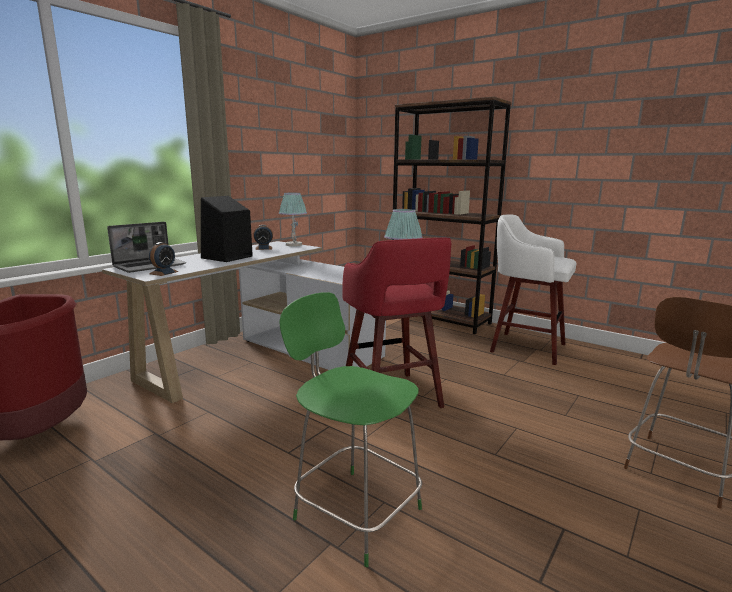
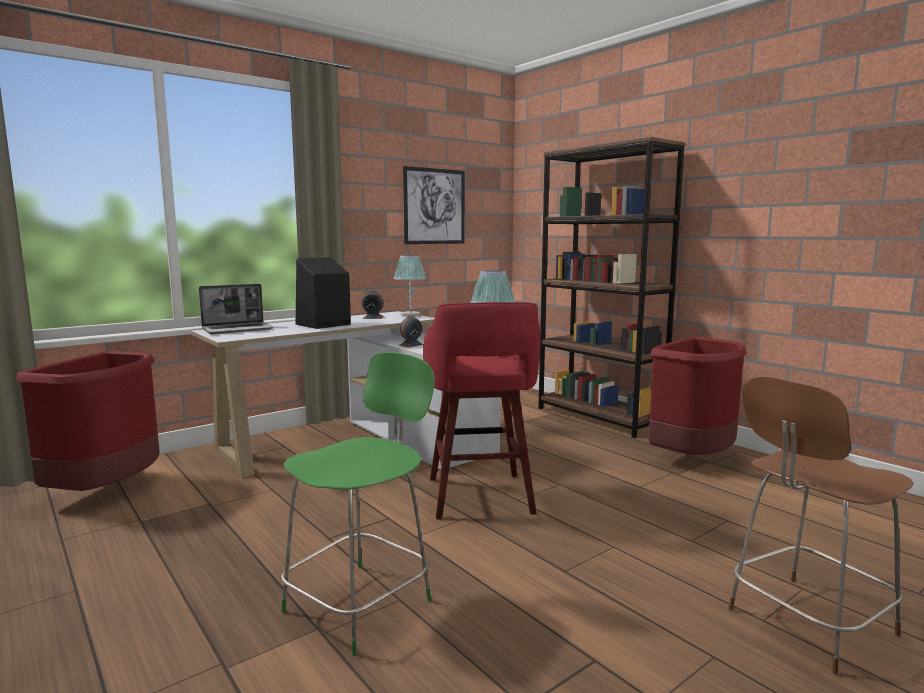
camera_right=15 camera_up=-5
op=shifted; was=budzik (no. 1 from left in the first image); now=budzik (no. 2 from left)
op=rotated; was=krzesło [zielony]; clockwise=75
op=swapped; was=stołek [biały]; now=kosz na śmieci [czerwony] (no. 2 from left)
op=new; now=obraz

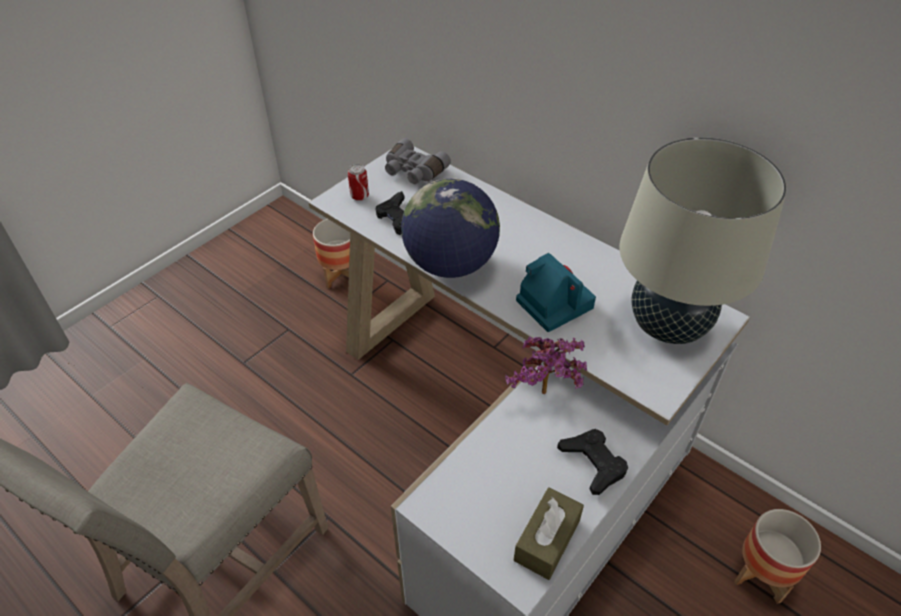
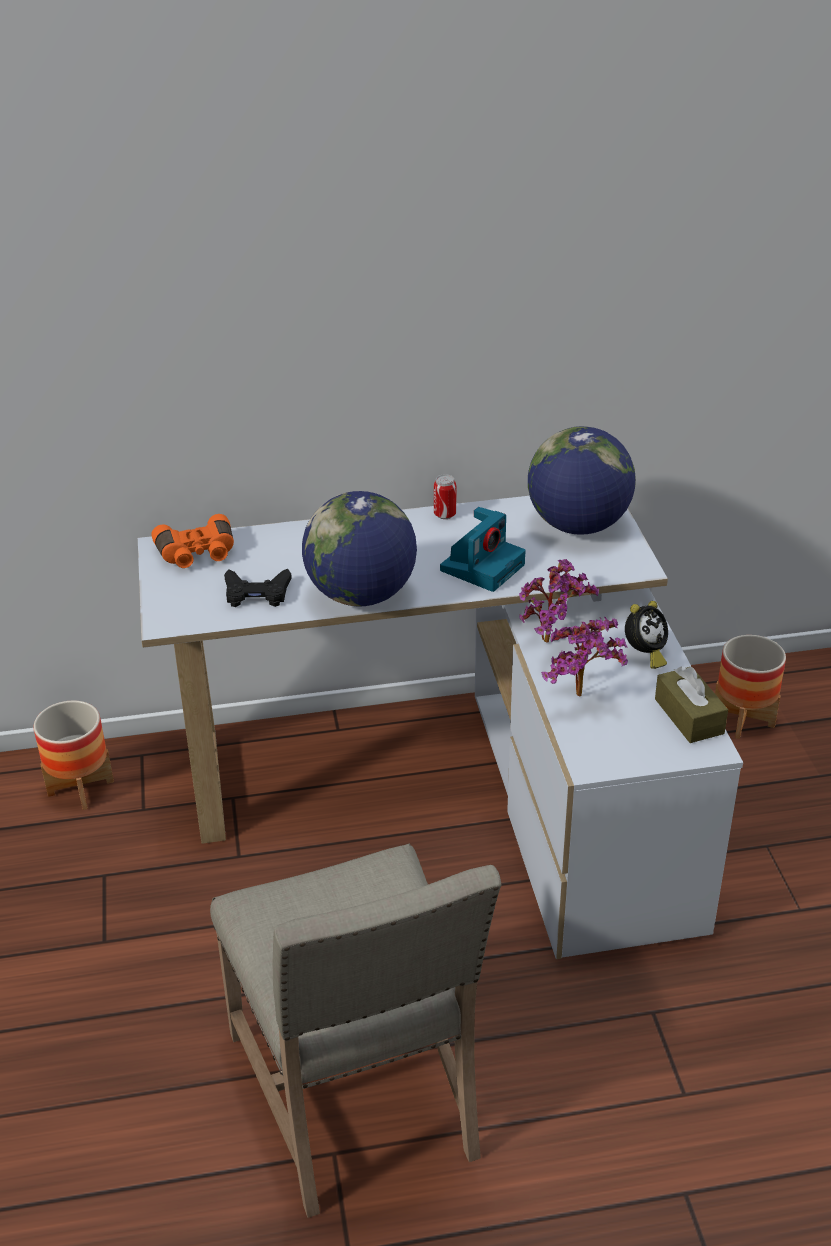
camera_right=-50 camera_up=-10
op=shifted; was=puszka
op=repainted; was=lornetka [szary]; now=lornetka [pomarańczowy]
op=rotated; was=aparat fotograficzny; clockwise=120
op=swapped; was=pad do gier [czarny] (no. 2 from left); now=budzik
op=swapped; was=lampa stołowa [beżowy]; now=globus (no. 2 from left)
op=new; now=roślina doniczkowa (no. 2 from left)

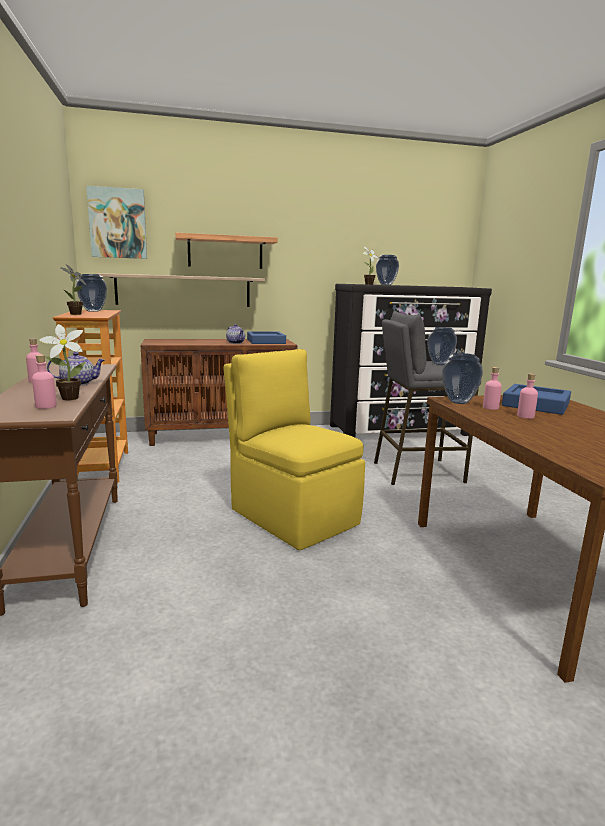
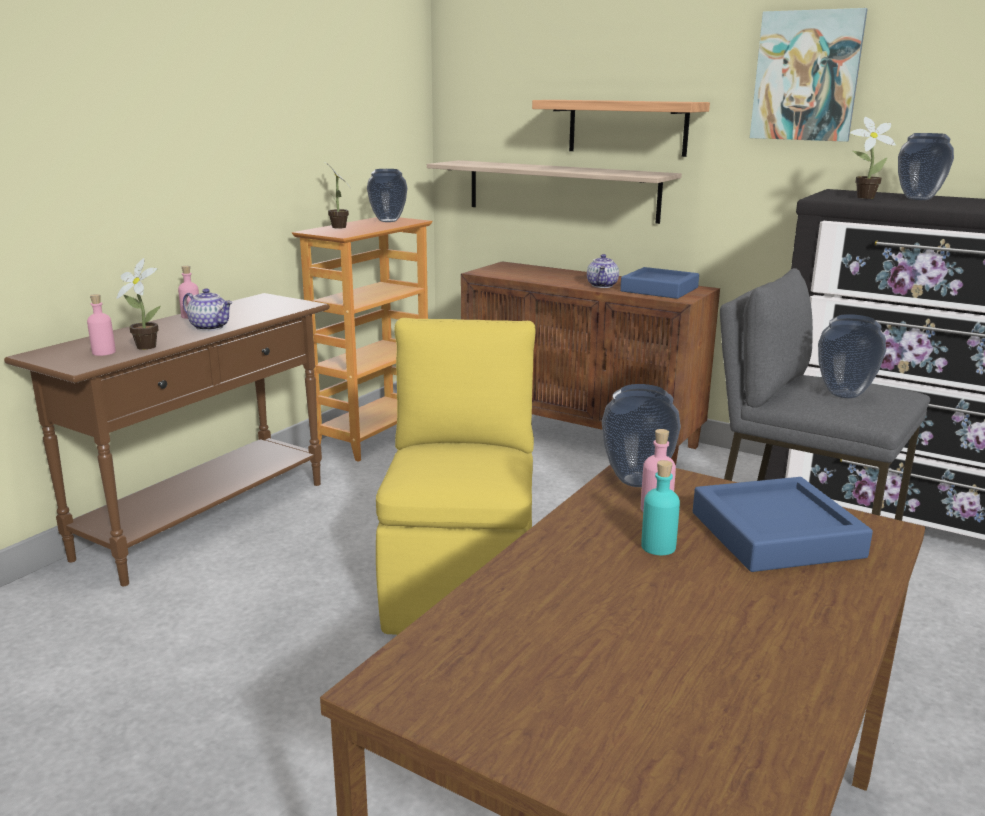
camera_right=45 camera_up=5
op=shifted; was=obraz
op=repainted; was=butelka [różowy] (no. 4 from left); now=butelka [turkusowy]

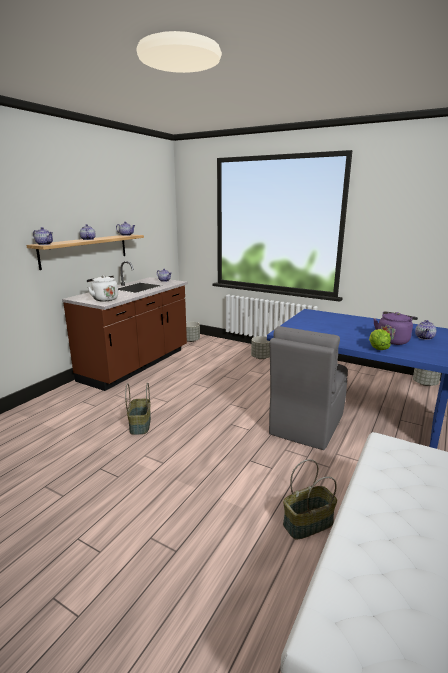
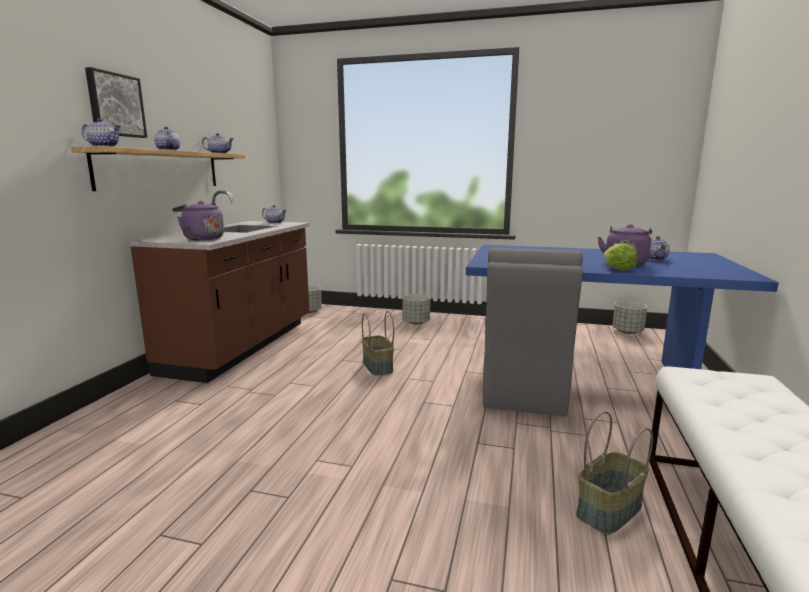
camera_right=-15 camera_up=-5
op=repainted; was=czajnik [biały]; now=czajnik [fioletowy] (no. 1 from left)
op=shifted; was=koszyk (no. 1 from left)
op=new; now=obraz

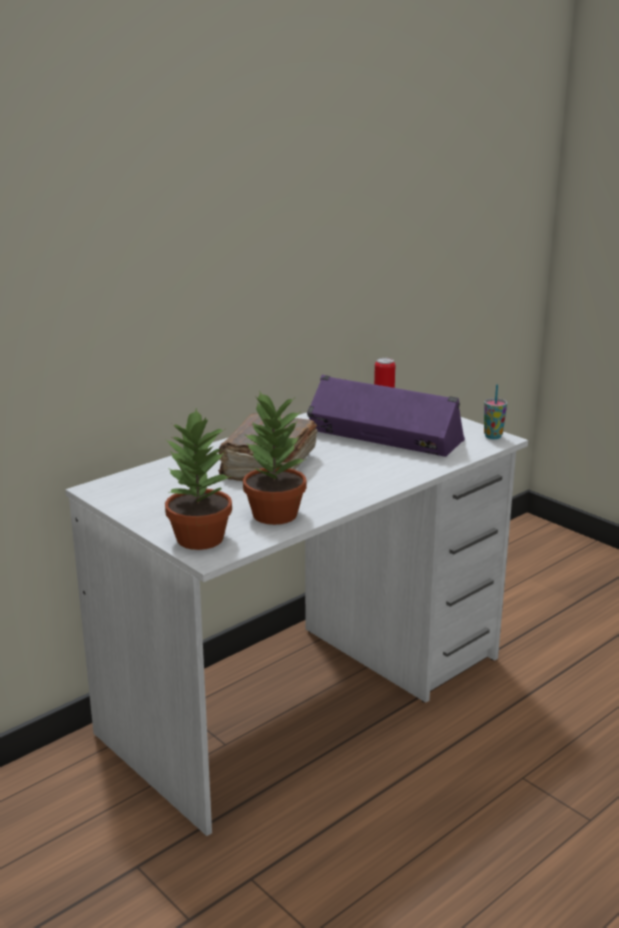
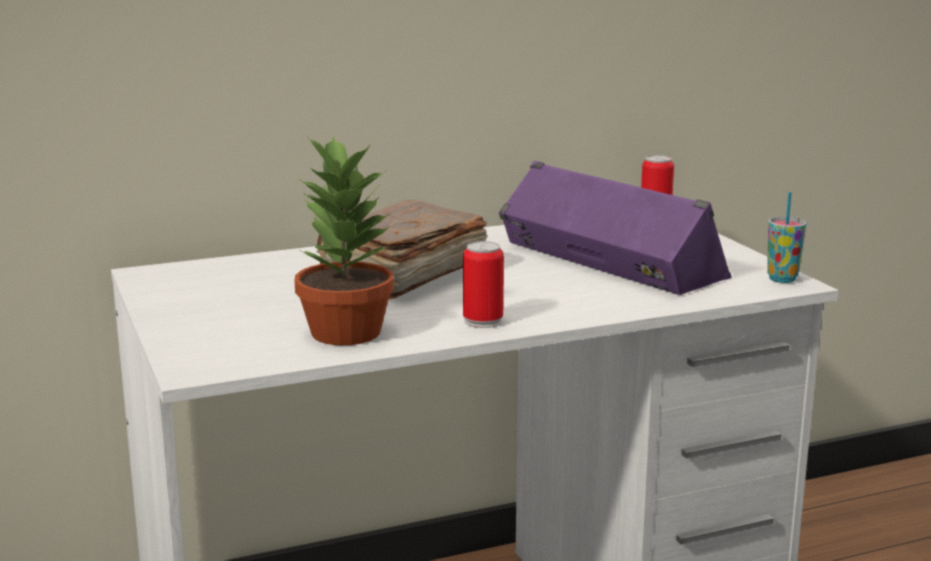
camera_right=20 camera_up=-5
op=gone; was=roślina doniczkowa (no. 1 from left)
op=new; now=puszka (no. 1 from left)

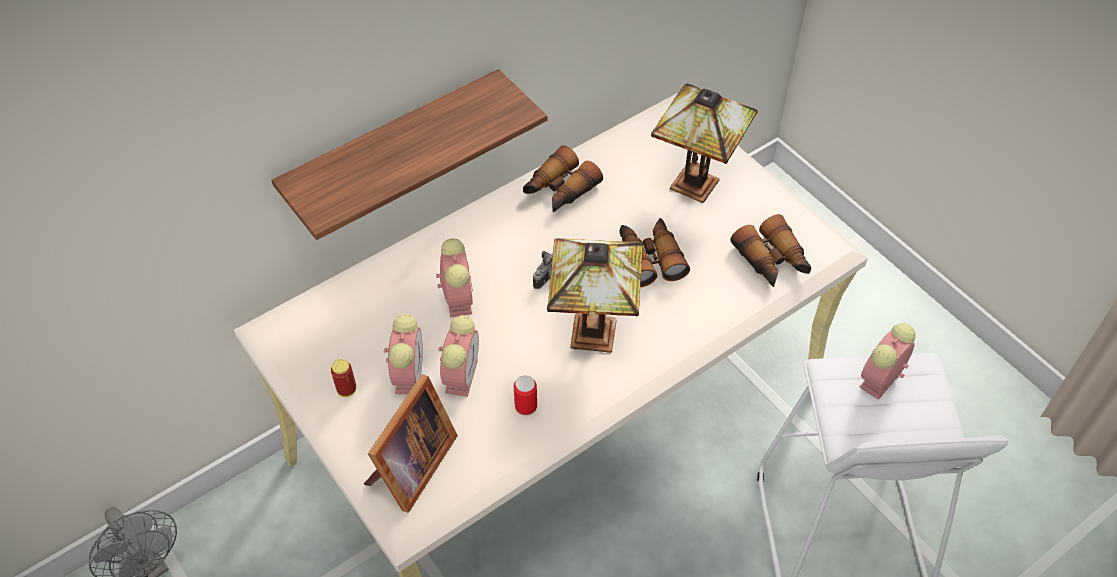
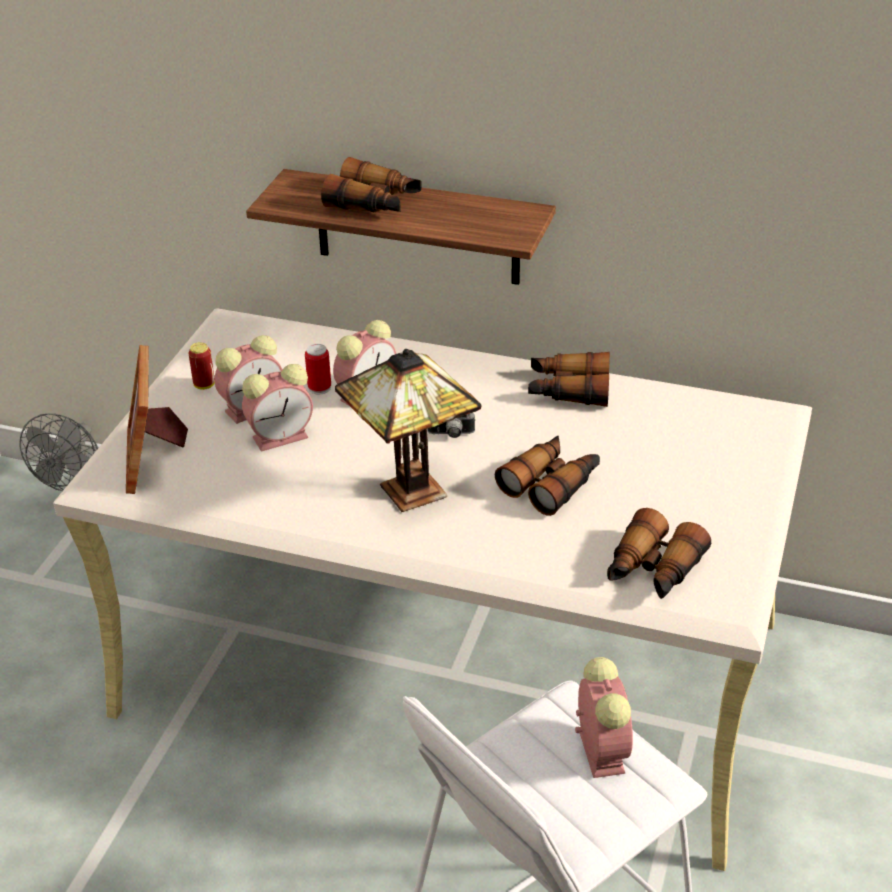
camera_right=55 camera_up=-15
op=rotated; was=ramka na zdjęcie; clockwise=90
op=shifted; was=puszka (no. 2 from left)
op=gone; was=lampa stołowa (no. 2 from left)
op=rotated; was=budzik (no. 4 from left); clockwise=75
op=new; now=lornetka (no. 1 from left)

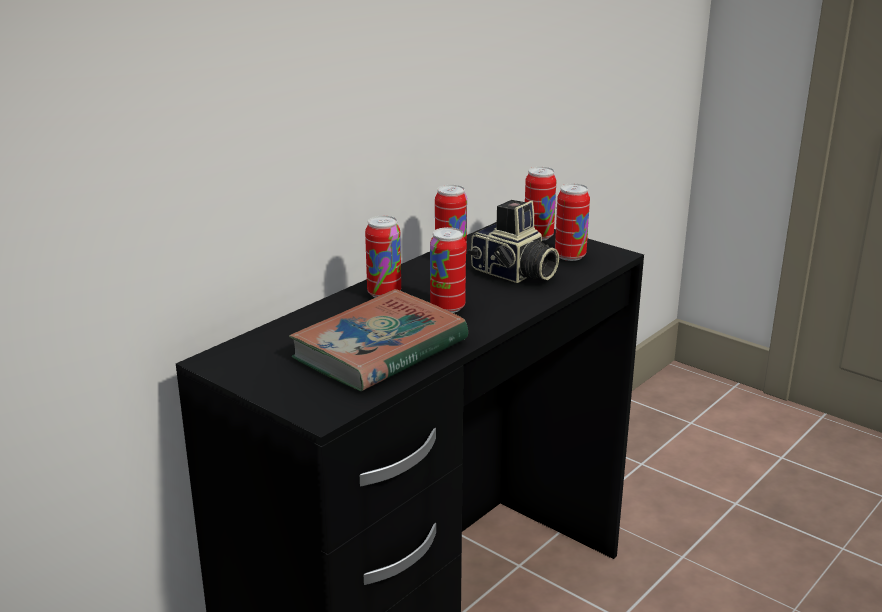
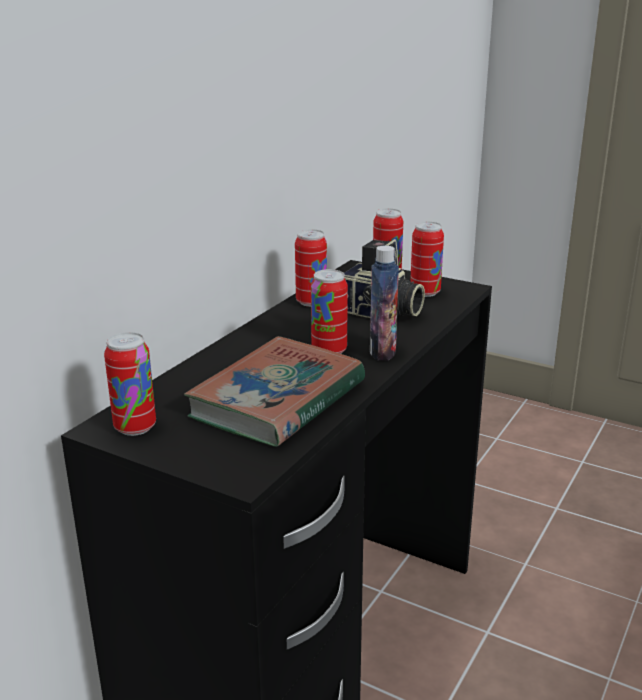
camera_right=-10 camera_up=0
op=shifted; was=puszka (no. 1 from left)
op=new; now=butelka

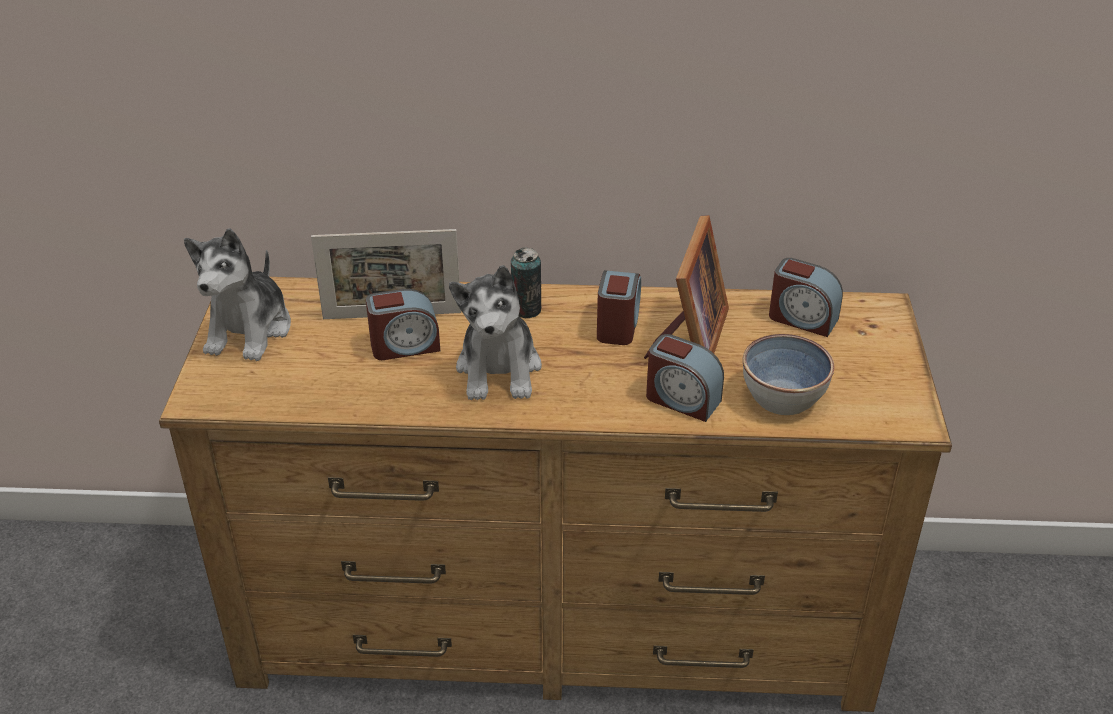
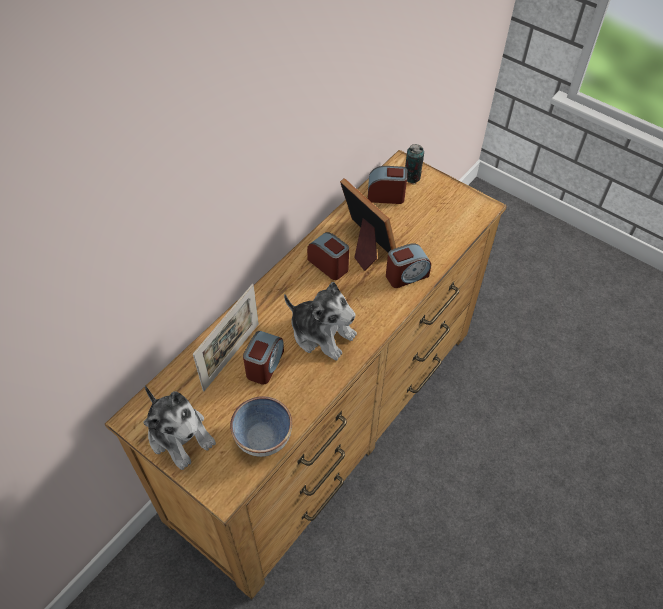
camera_right=-55 camera_up=15
op=shifted; was=puszka
op=shifted; was=miska
op=rotated; was=budzik (no. 4 from left in the first image); clockwise=-150

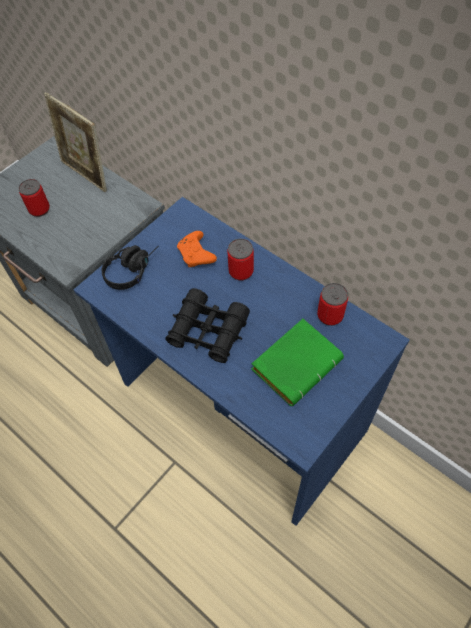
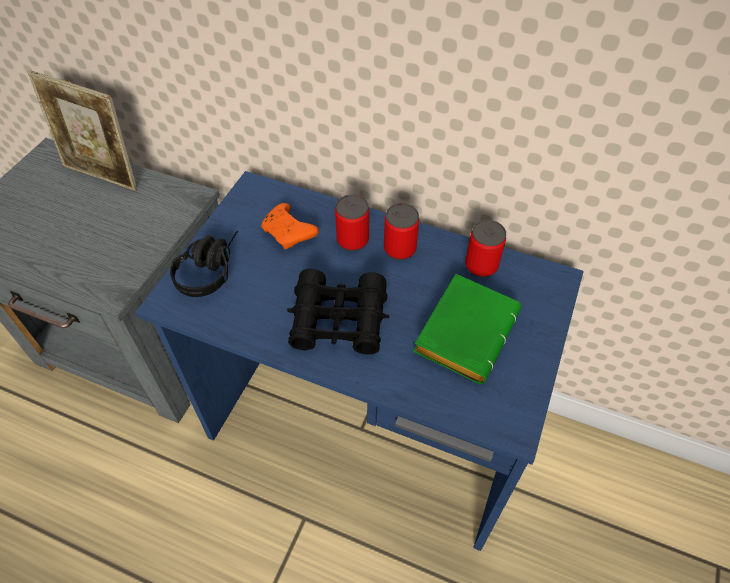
camera_right=-20 camera_up=-5
op=shifted; was=puszka (no. 1 from left in the first image); now=puszka (no. 2 from left)

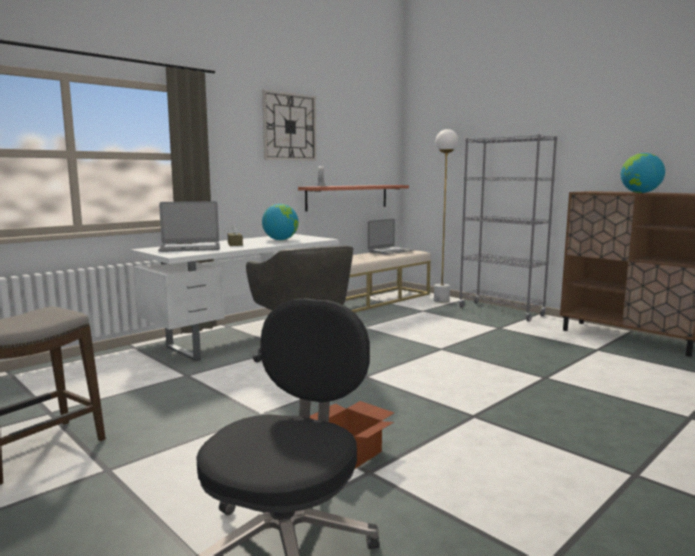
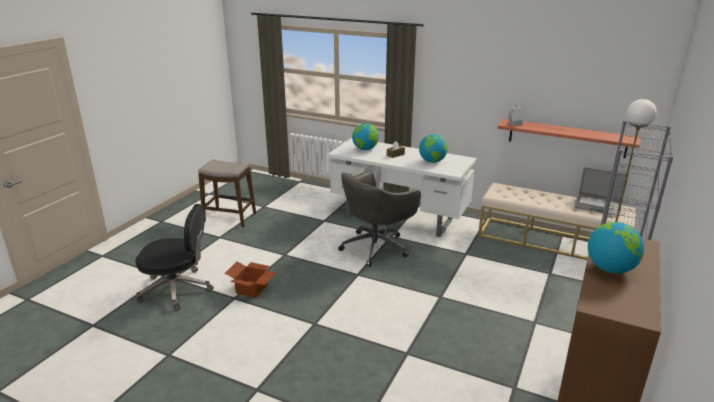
camera_right=70 camera_up=15
op=swapped; was=laptop (no. 1 from left); now=globus (no. 1 from left)
op=gone; was=zegar ścienny

